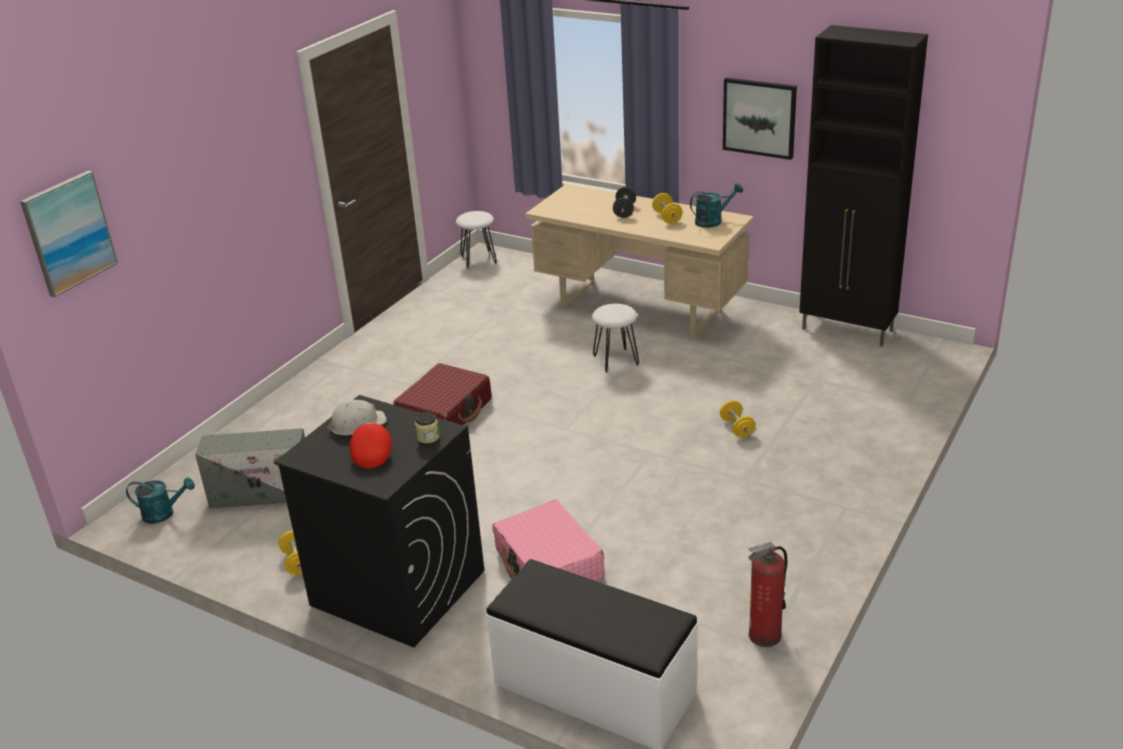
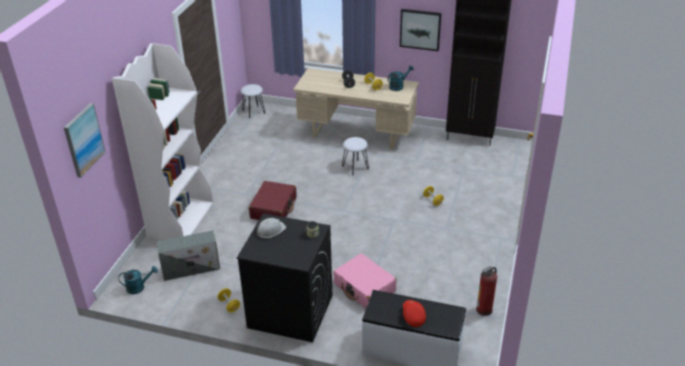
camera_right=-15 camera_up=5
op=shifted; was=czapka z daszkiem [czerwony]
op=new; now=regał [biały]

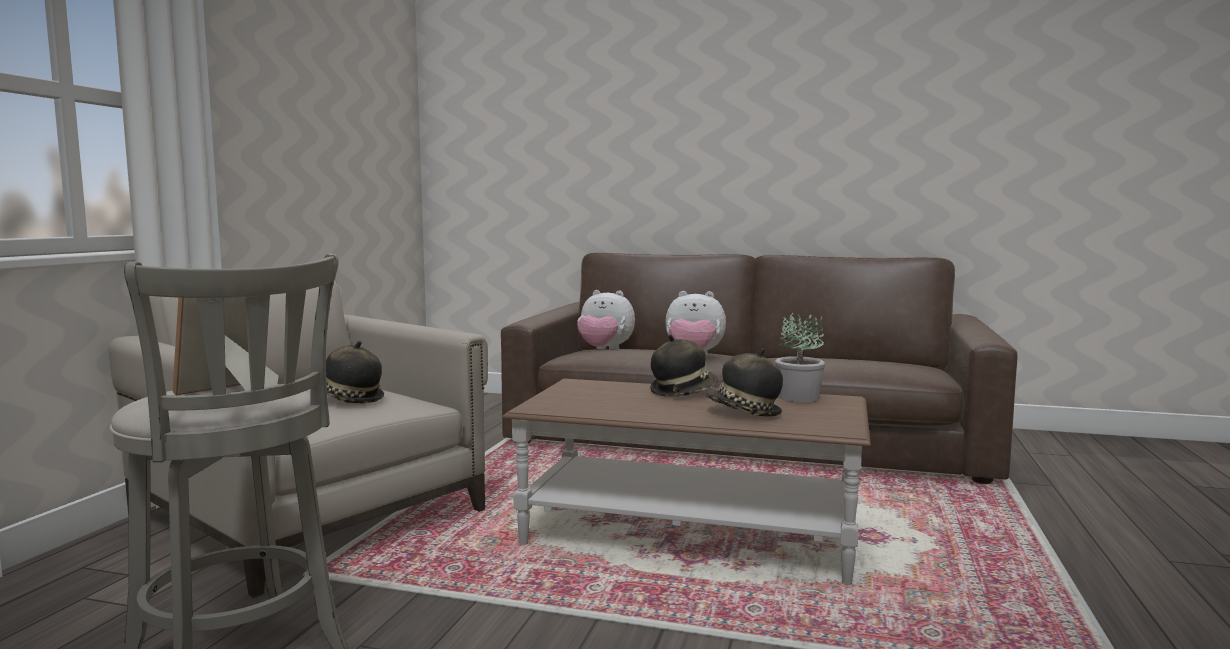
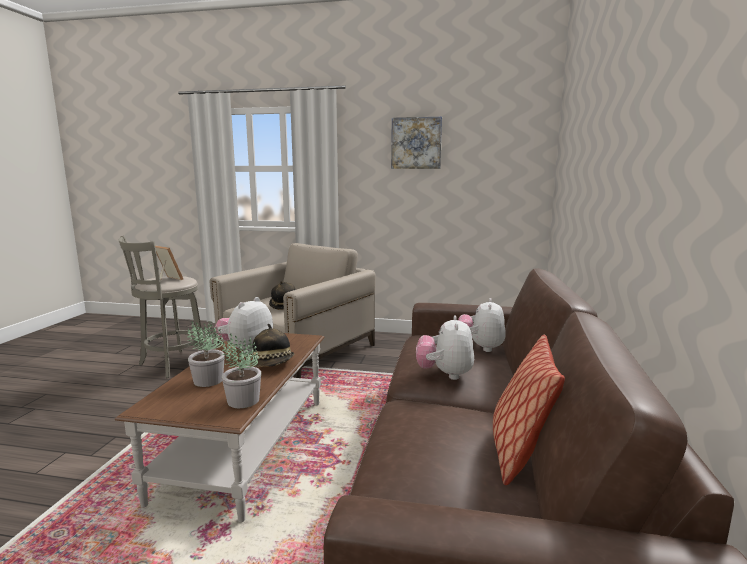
camera_right=85 camera_up=5
op=swapped; was=kapelusz (no. 3 from left); now=roślina doniczkowa (no. 1 from left)
op=new; now=pluszak (no. 1 from left)
op=new; now=obraz
op=new; now=poduszka

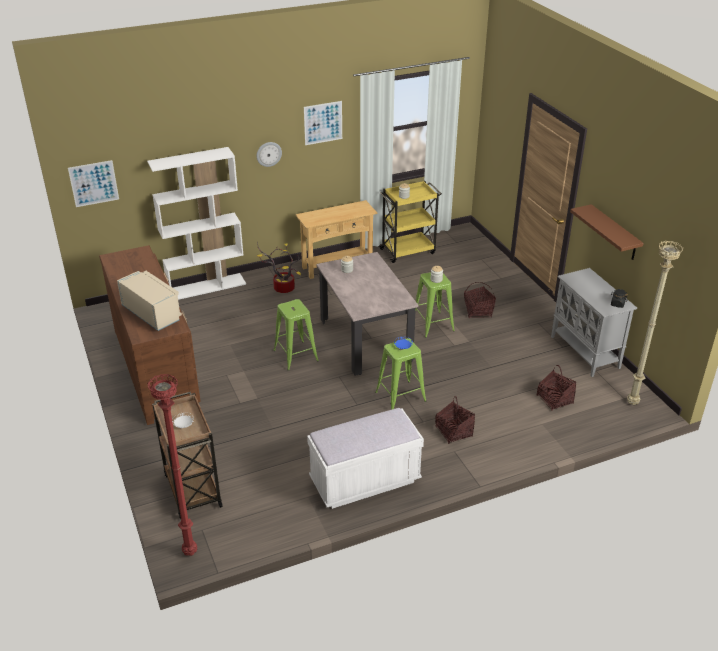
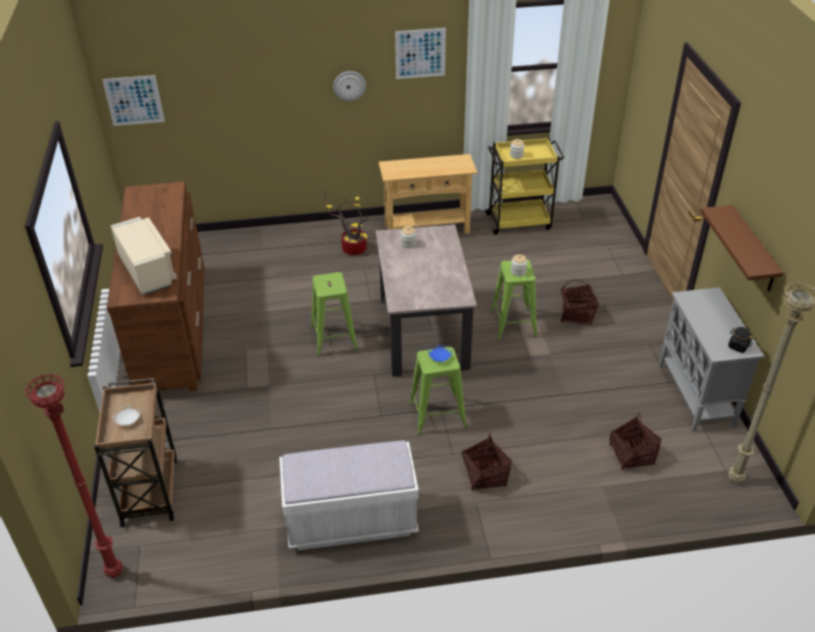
camera_right=15 camera_up=5
op=gone; was=regał [biały]

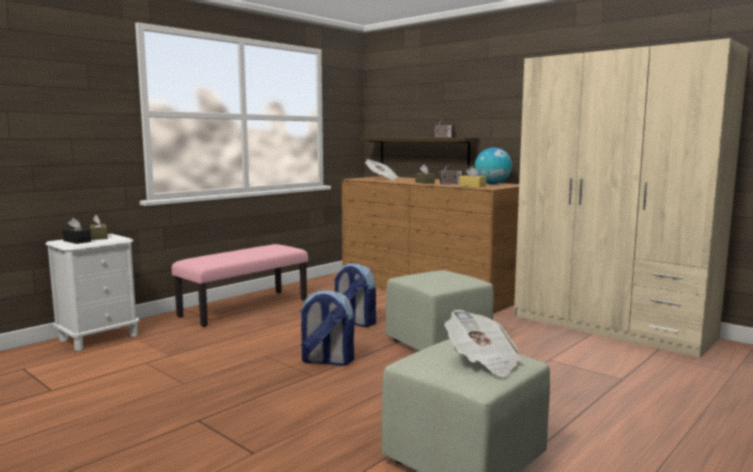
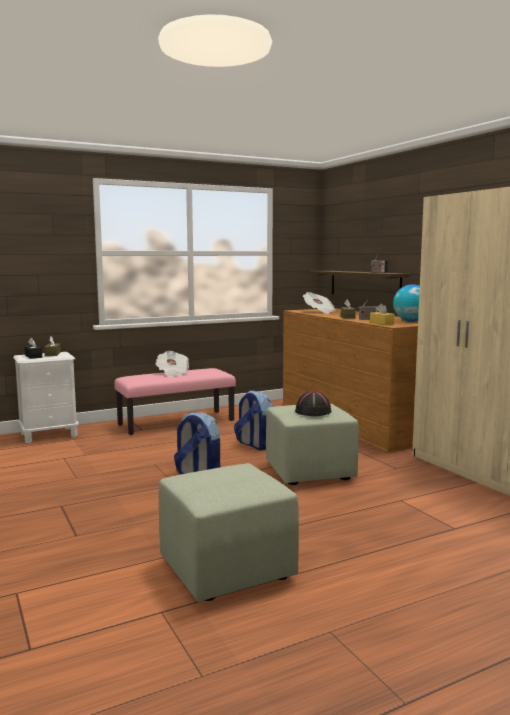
camera_right=20 camera_up=0
op=shifted; was=gazeta (no. 2 from left in the first image); now=gazeta (no. 1 from left)
op=new; now=kapelusz [czarny]

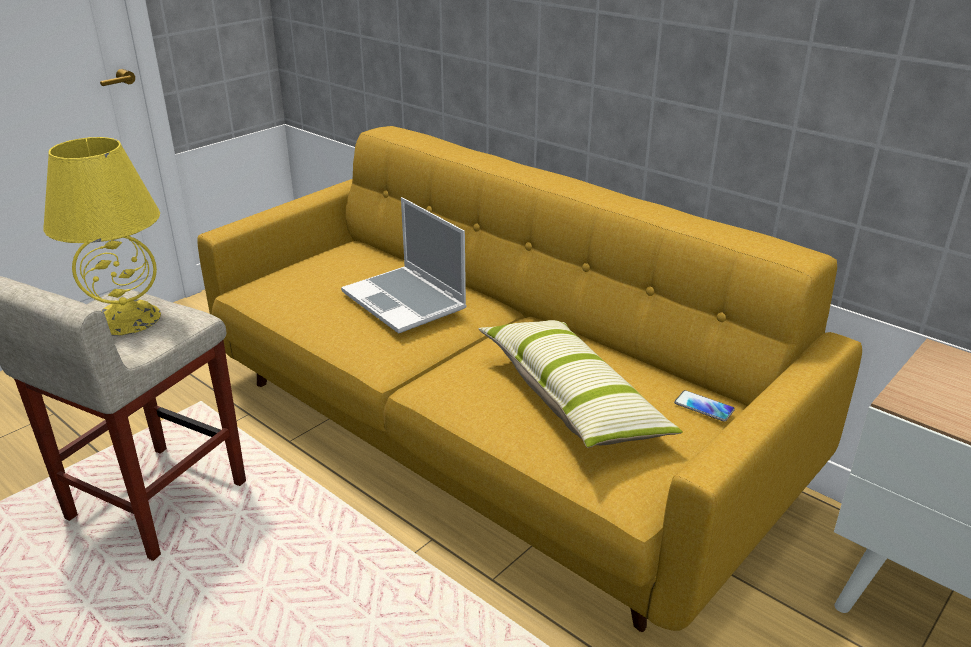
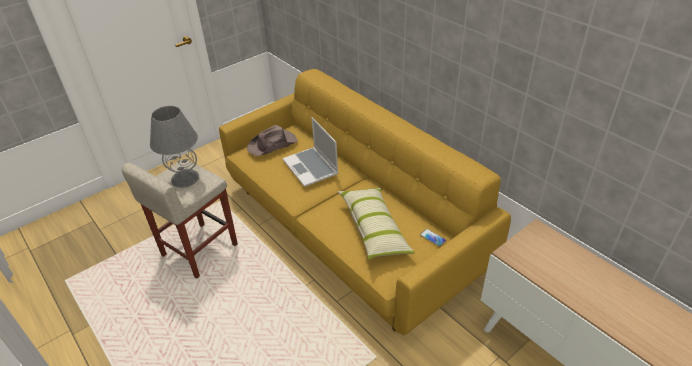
camera_right=10 camera_up=10
op=repainted; was=lampa stołowa [żółty]; now=lampa stołowa [szary]
op=new; now=kapelusz [brązowy]

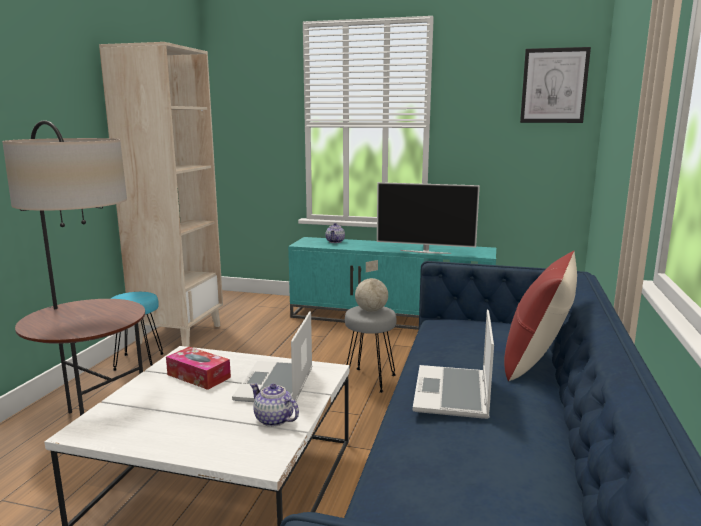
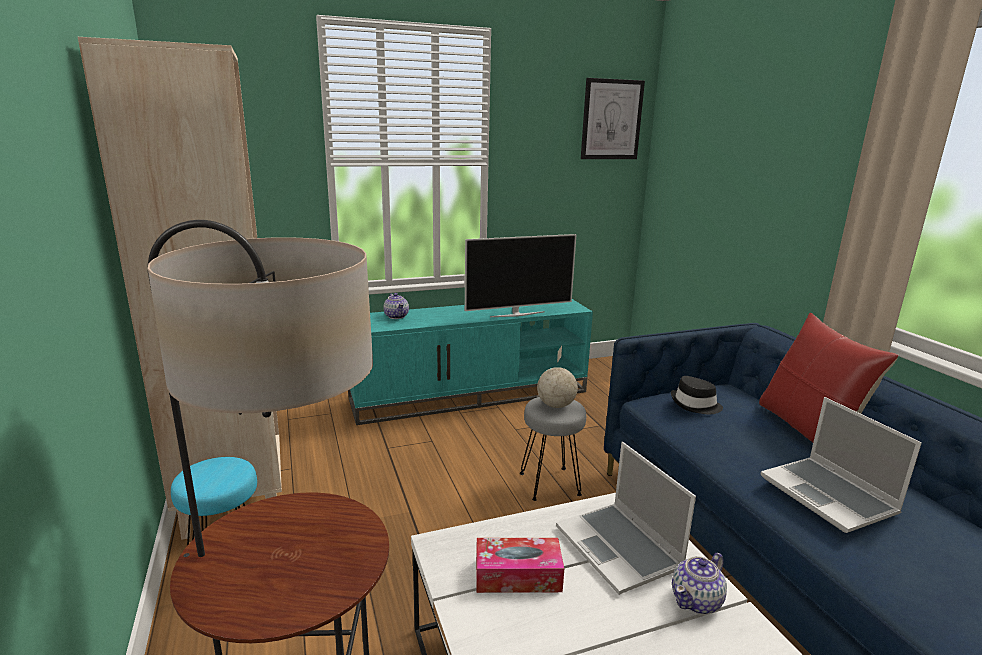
camera_right=-35 camera_up=5
op=rotated; was=imbryk (no. 1 from left in the first image); clockwise=-45
op=new; now=kapelusz [czarny]

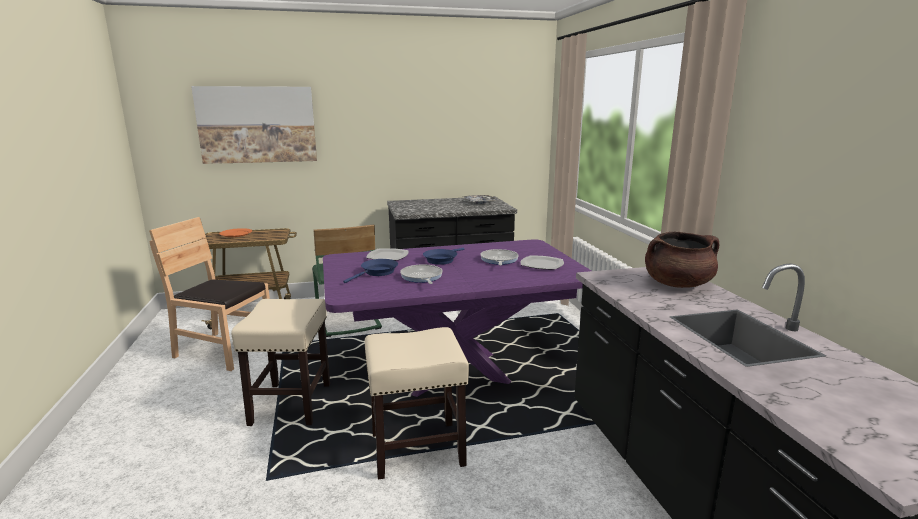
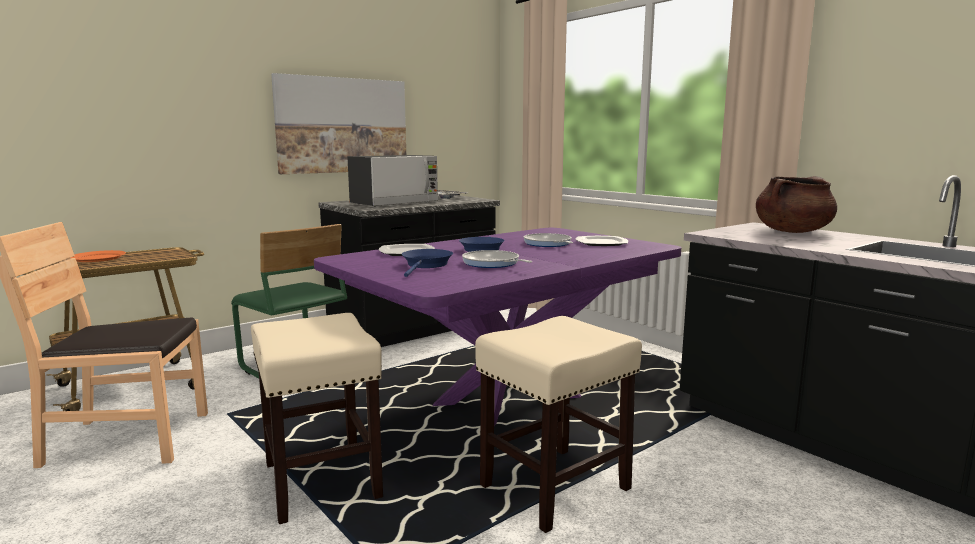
camera_right=-25 camera_up=-5
op=shifted; was=obraz
op=new; now=mikrofalówka

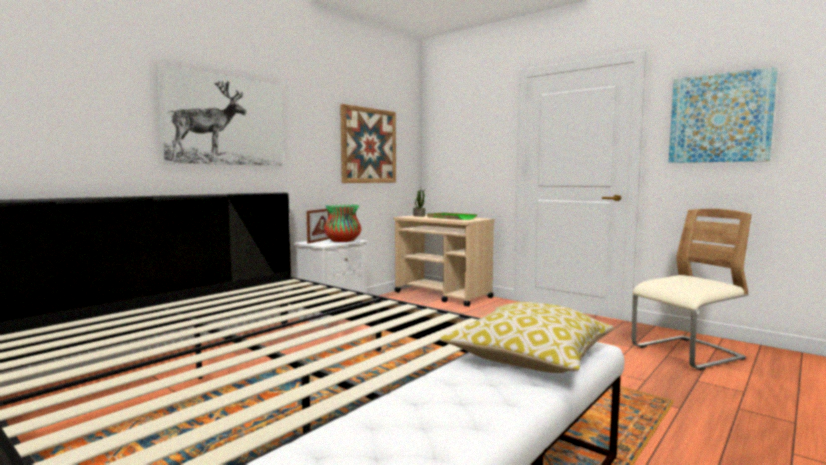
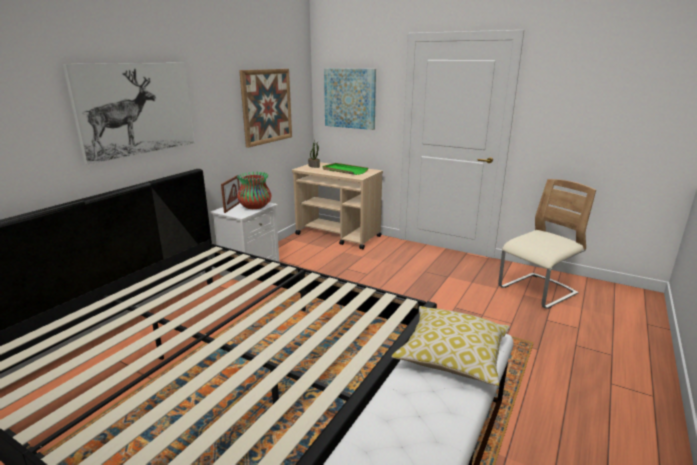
camera_right=-10 camera_up=15
op=shifted; was=obraz (no. 3 from left)

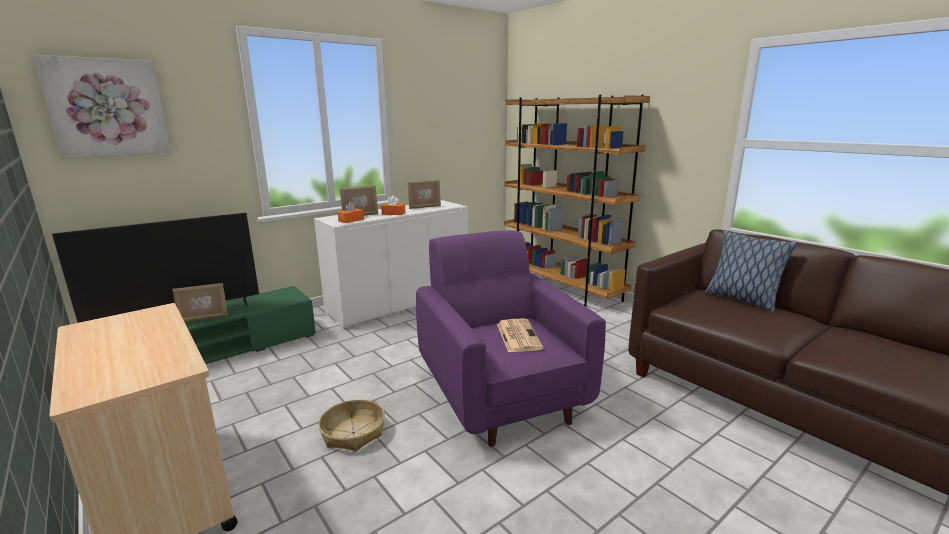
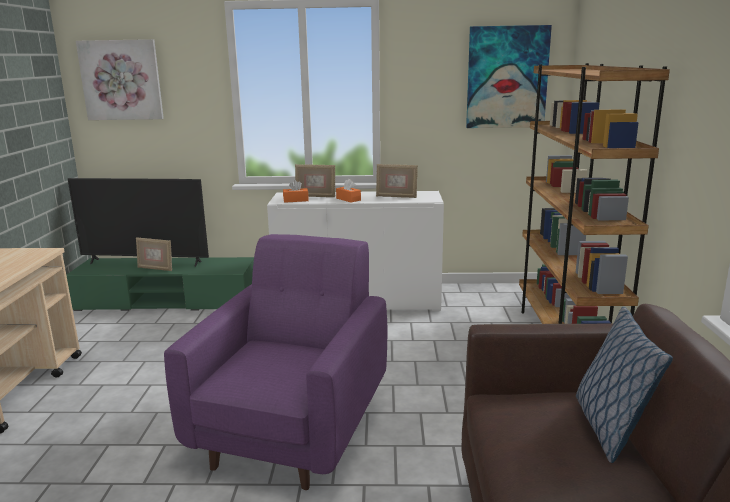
camera_right=40 camera_up=0
op=gone; was=koszyk
op=gone; was=gazeta
op=new; now=obraz (no. 2 from left)

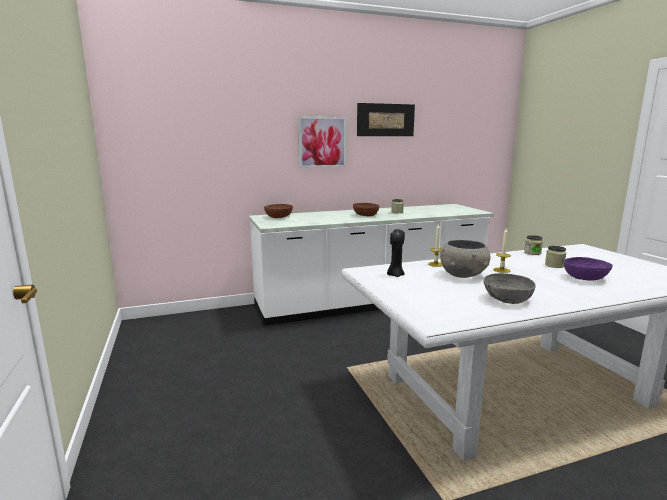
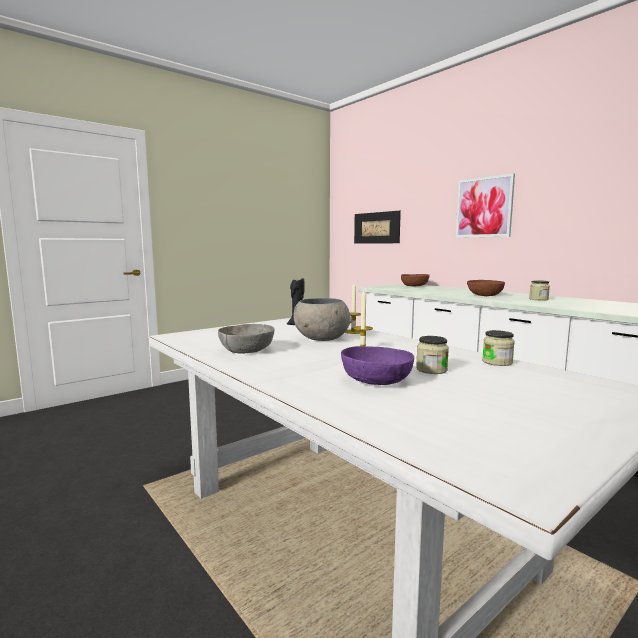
camera_right=70 camera_up=-5
op=shifted; was=obraz (no. 2 from left in the first image); now=obraz (no. 1 from left)

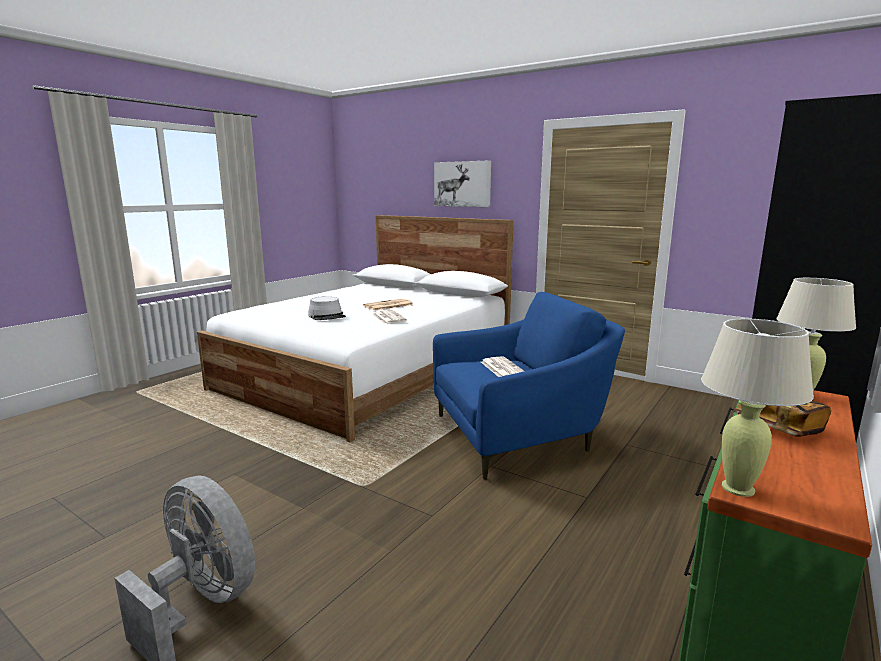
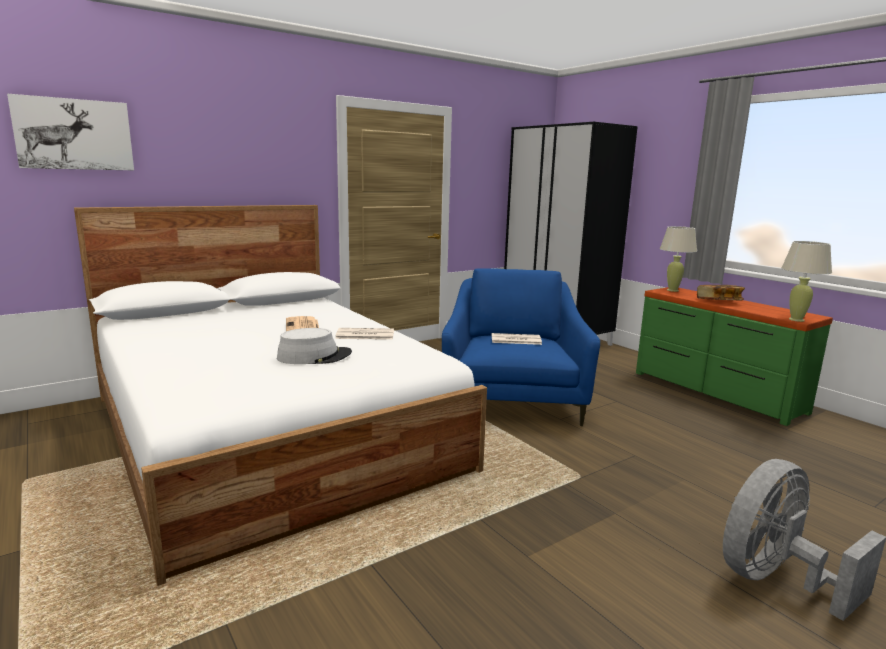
camera_right=-70 camera_up=0
op=shifted; was=obraz

